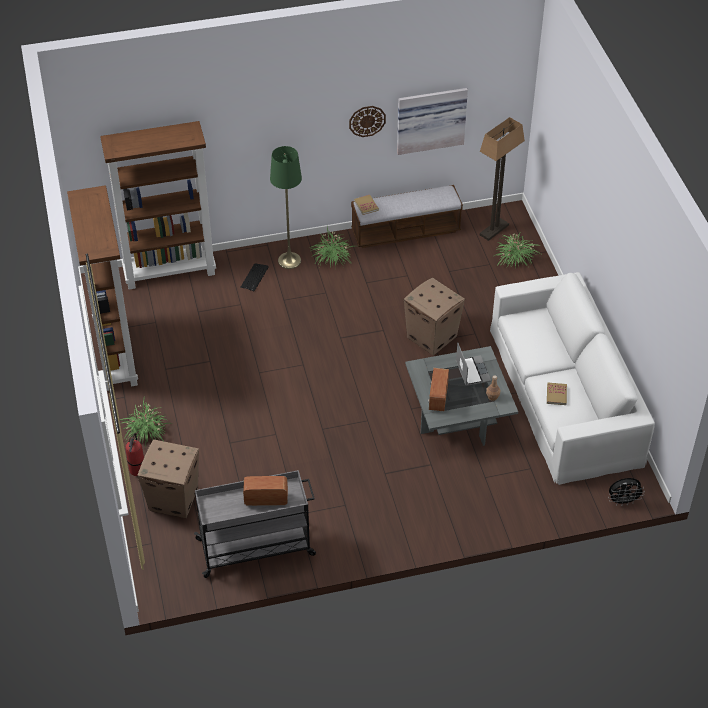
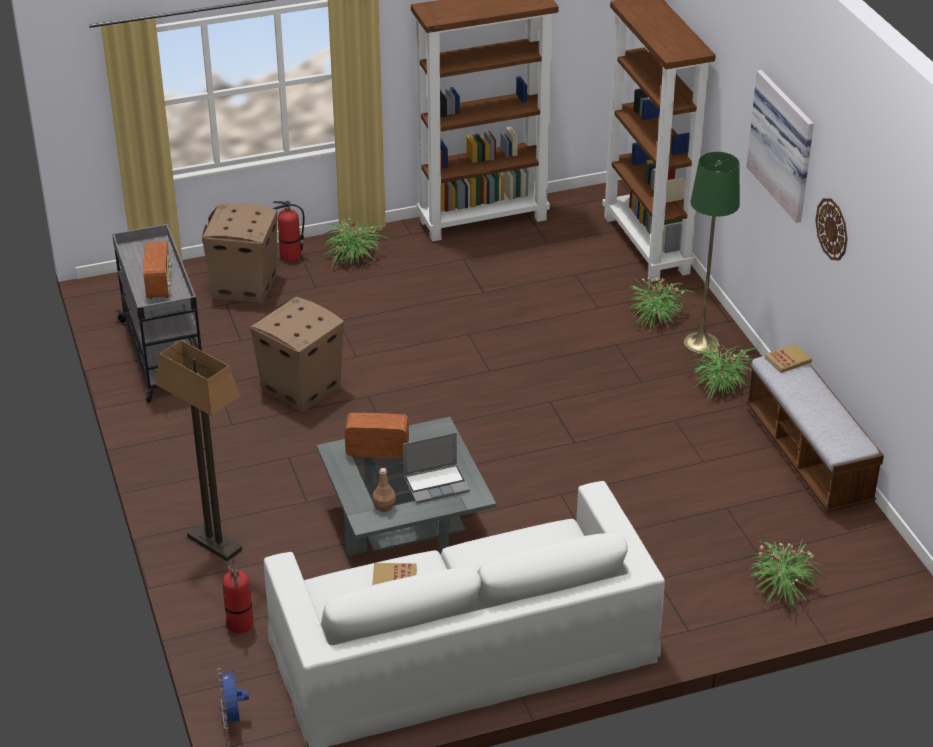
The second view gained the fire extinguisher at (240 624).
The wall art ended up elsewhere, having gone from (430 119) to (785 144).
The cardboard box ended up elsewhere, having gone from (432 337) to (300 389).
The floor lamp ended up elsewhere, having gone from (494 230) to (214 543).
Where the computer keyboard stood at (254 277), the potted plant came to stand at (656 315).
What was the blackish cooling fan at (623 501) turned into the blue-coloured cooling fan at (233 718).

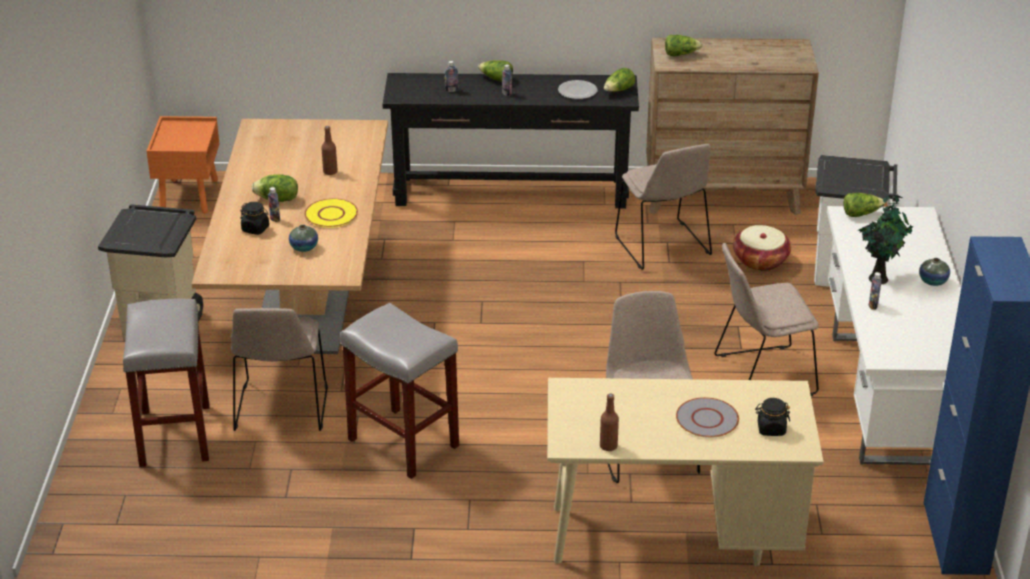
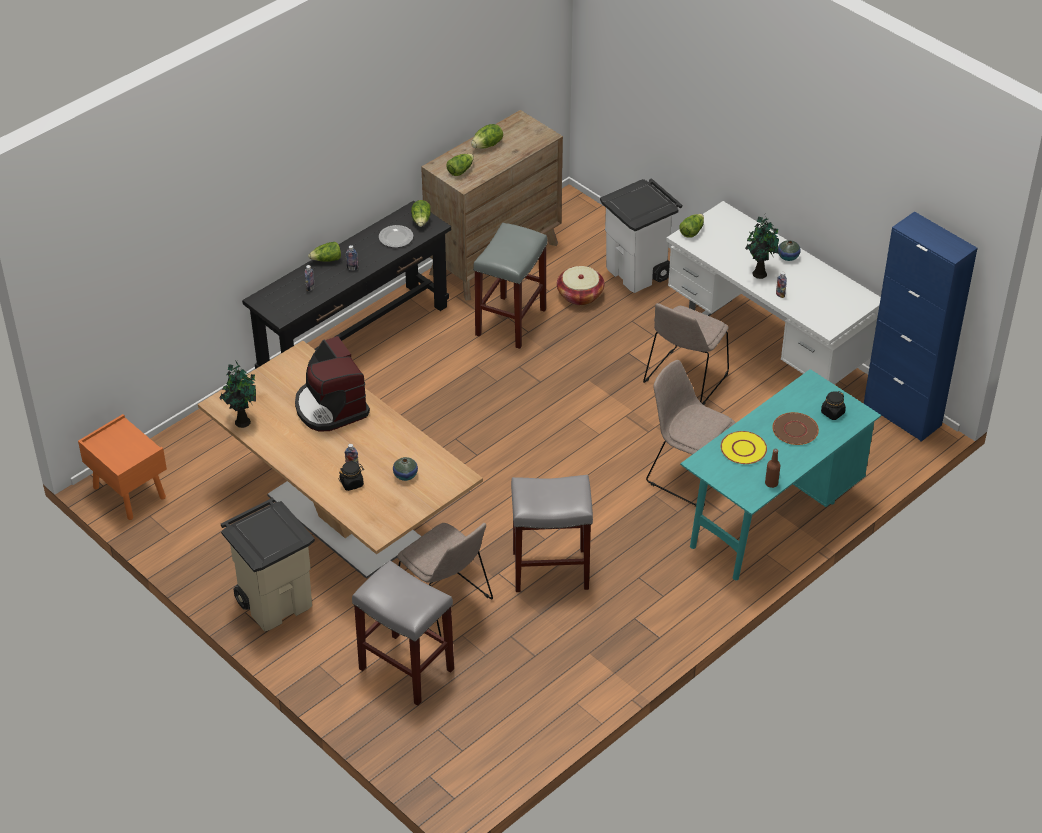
The second view gained the potted plant at (242 421).
The lettuce head ended up elsewhere, having gone from (277 199) to (487 145).
The yellowish flat dish ended up elsewhere, having gone from (331 214) to (743 448).
Where the brown-coloured bottle stood at (330 172), the coffee machine came to stand at (330 407).
Where the beige-coloured plain chair stood at (663 247), the greyish stool seat came to stand at (511 323).
What was the beige-coloured desk table at (673 536) turned into the turquoise-coloured desk table at (772 518).
What was the greyish flat dish at (707 419) turned into the brown-coloured flat dish at (795 430).

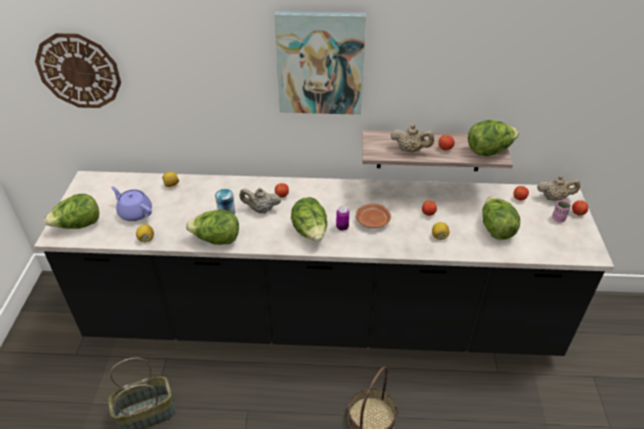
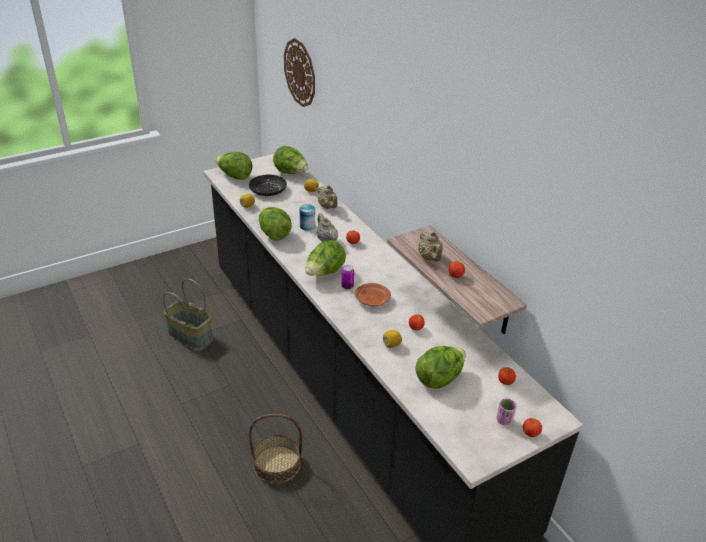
The second view lost the wall art at (320 63).
The lettuce head ended up elsewhere, having gone from (489 151) to (291 173).
The beige-coloured teapot ended up elsewhere, having gone from (554 198) to (328 207).
Where the purple-coloured teapot stood at (135 212), the blackish flat dish came to stand at (268 190).

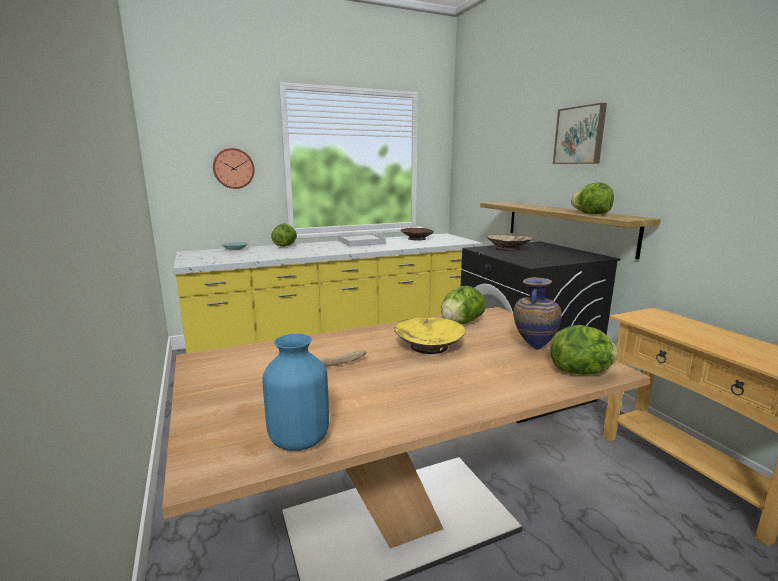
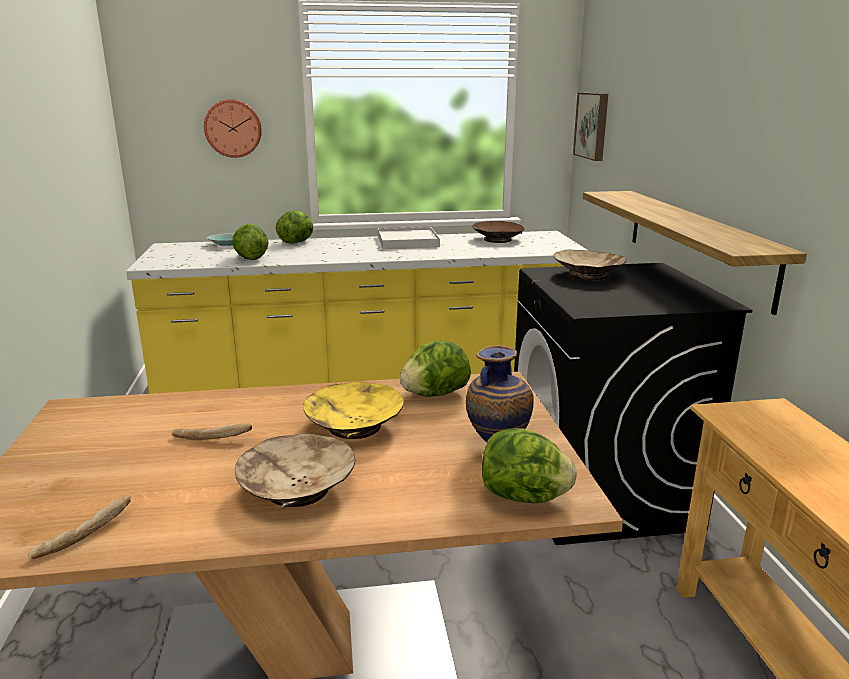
The second view gained the beige-coloured deep dish at (297 489).
The wall art ended up elsewhere, having gone from (580 135) to (593 125).
The lettuce head ended up elsewhere, having gone from (591 214) to (250 259).
Where the blue-coloured flower vase stood at (300 439), the bakery bread came to stand at (84 534).

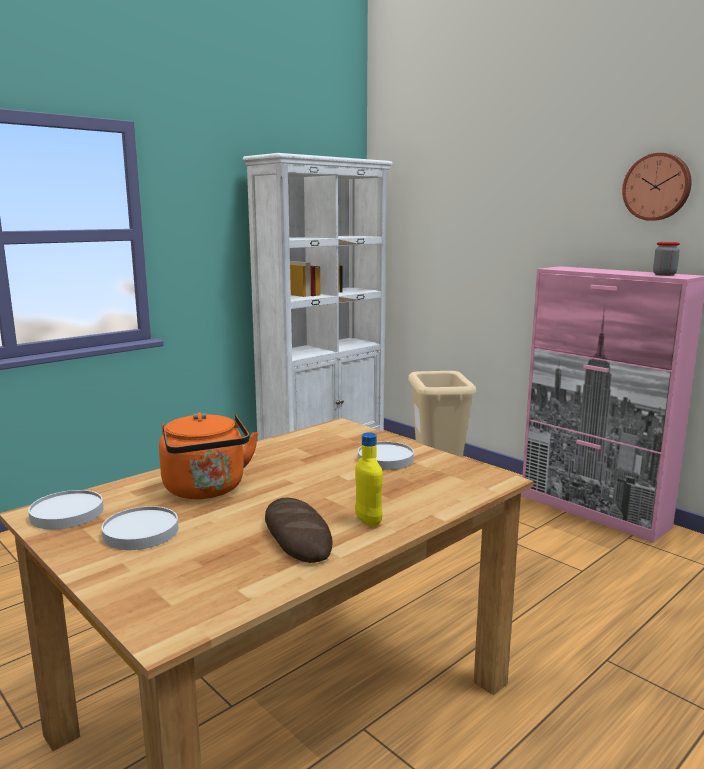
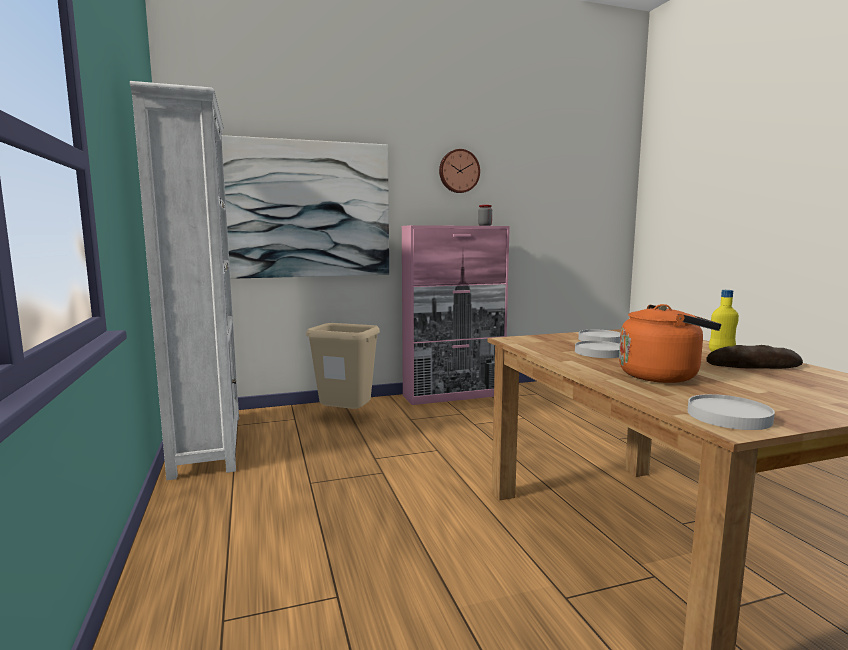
The second view gained the wall art at (301 209).
The white flat dish ended up elsewhere, having gone from (140 532) to (599 352).

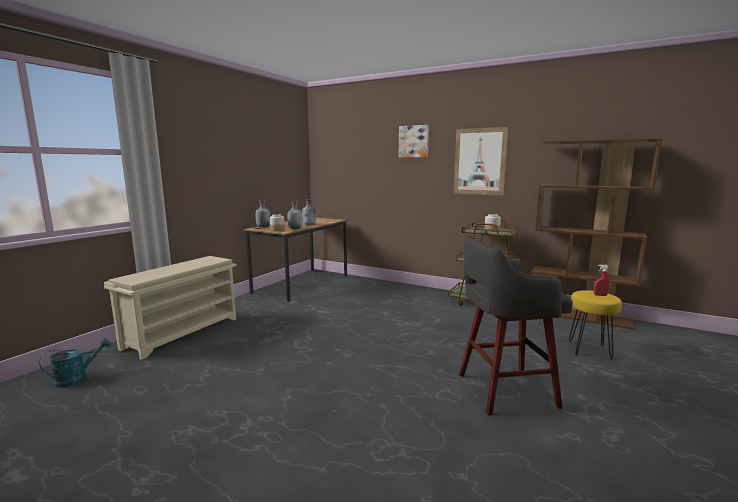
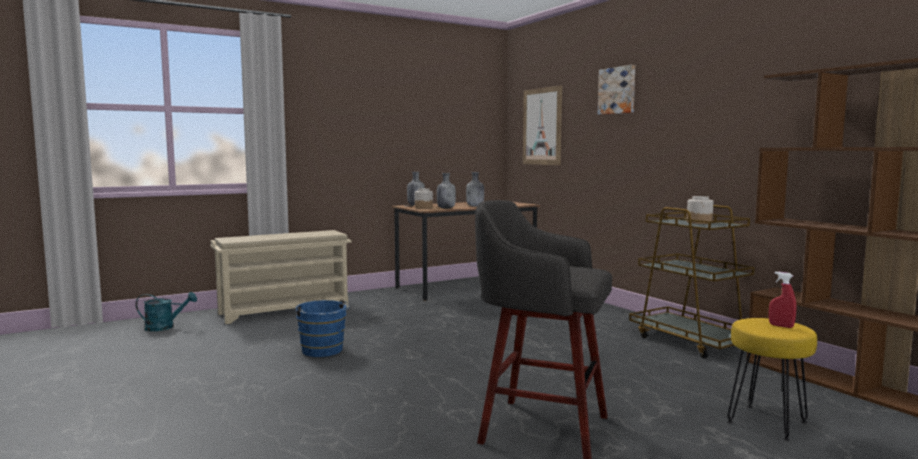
The second view gained the blue-coloured water bucket at (323 351).
The wall art ended up elsewhere, having gone from (479 161) to (542 126).

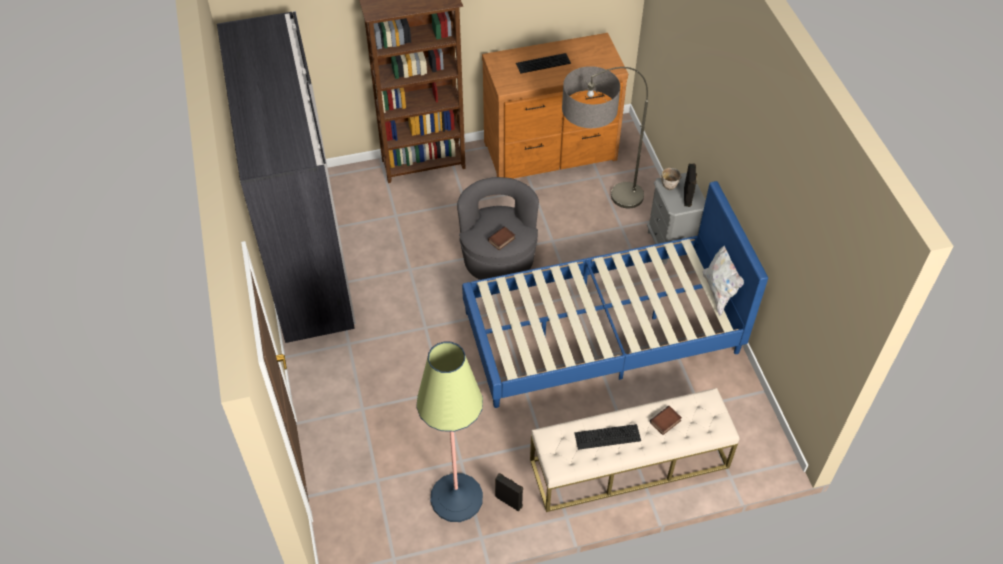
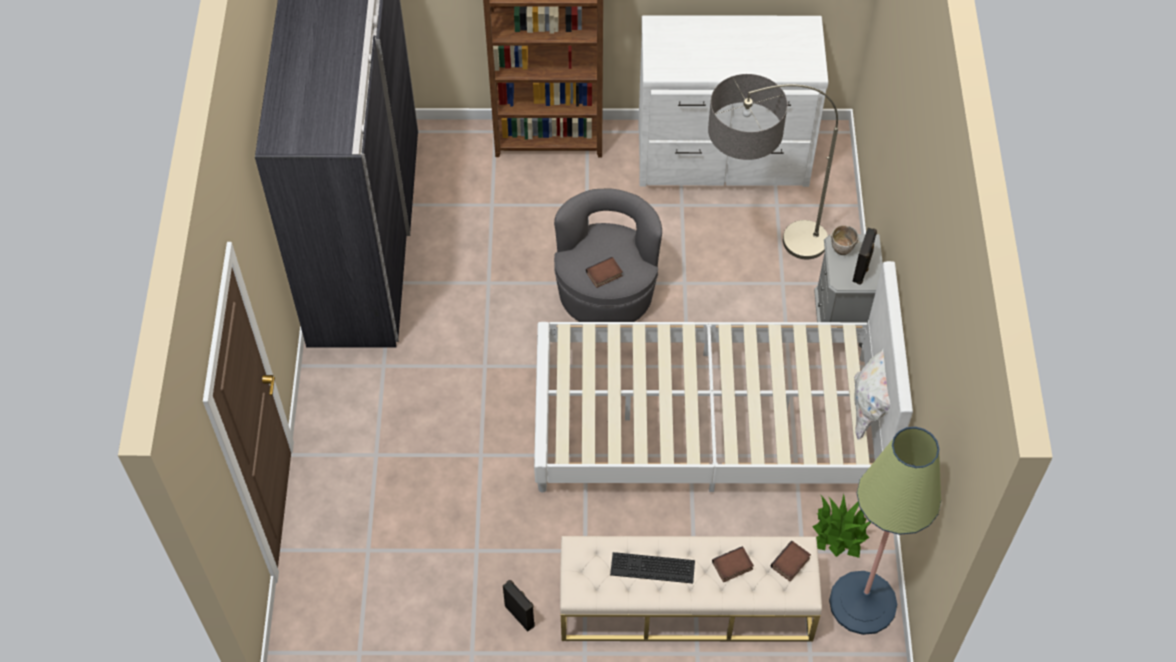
The second view lost the computer keyboard at (543 62).
The second view gained the bound book at (791 563).
The second view gained the potted plant at (839 532).
The floor lamp ended up elsewhere, having gone from (456 498) to (862 603).
What was the blue-coloured sleeping bed at (601 332) turned into the white sleeping bed at (708 423).
What was the brown-coloured chest of drawers at (551 152) turned into the white chest of drawers at (723 157).

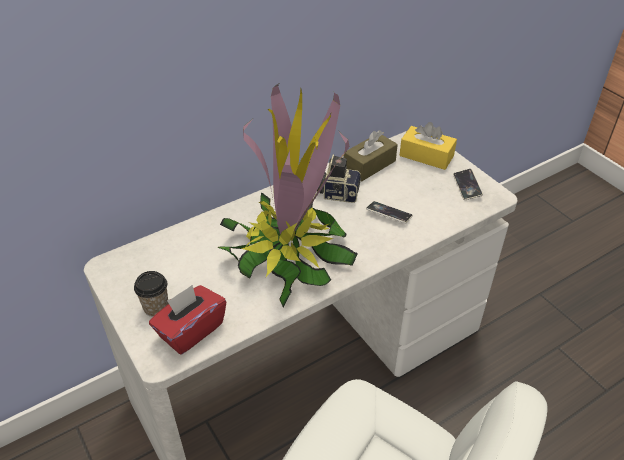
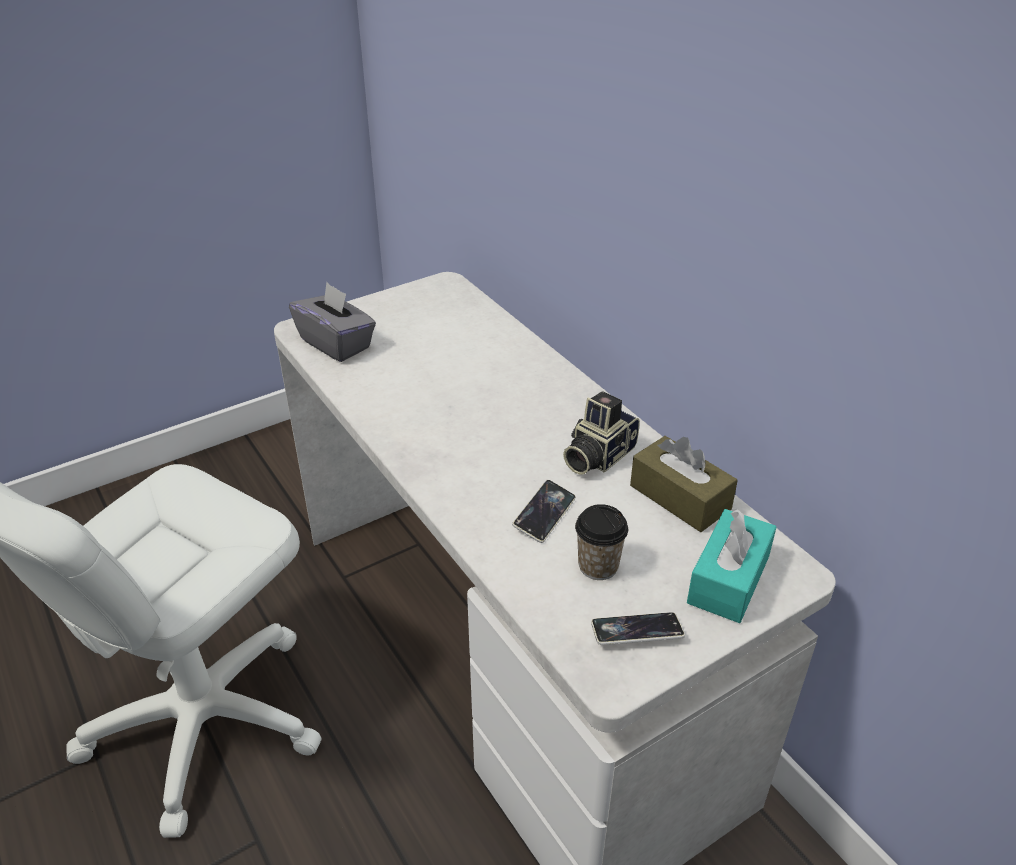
The second view lost the potted plant at (288 252).
The small cup ended up elsewhere, having gone from (156 308) to (598 566).
What was the red-coloured box of tissues at (191 330) turned into the greyish box of tissues at (336 343).
What was the yellowish box of tissues at (426 156) turned into the turquoise-coloured box of tissues at (728 579).
The still camera at (335 192) ended up facing another way, 150 degrees counterclockwise from before.

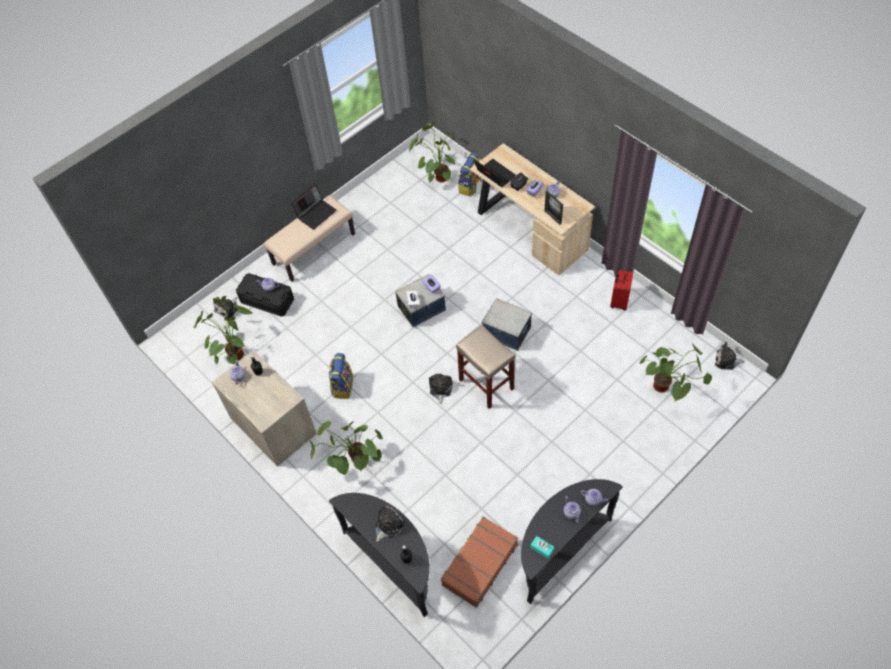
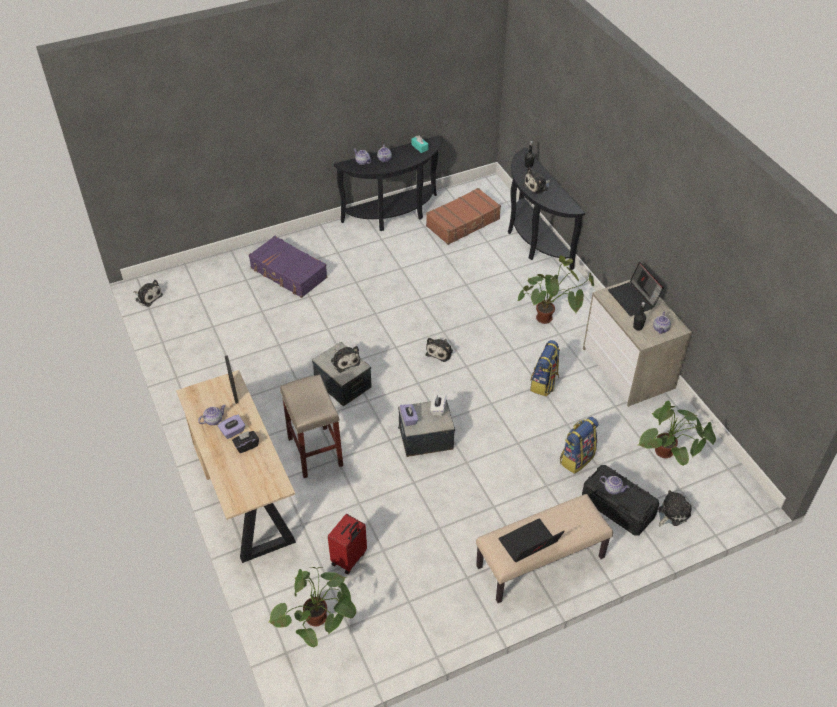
The second view lost the potted plant at (669 387).
The second view gained the purple-coloured travel case at (288 273).
The second view gained the soft toy at (344 361).
The beige-coloured stool seat ended up elsewhere, having gone from (485 384) to (316 452).
The knapsack ended up elsewhere, having gone from (470 187) to (576 458).
The portable computer ended up elsewhere, having gone from (494 175) to (633 299).
The red-coloured travel case ended up elsewhere, having gone from (618 301) to (349 559).

